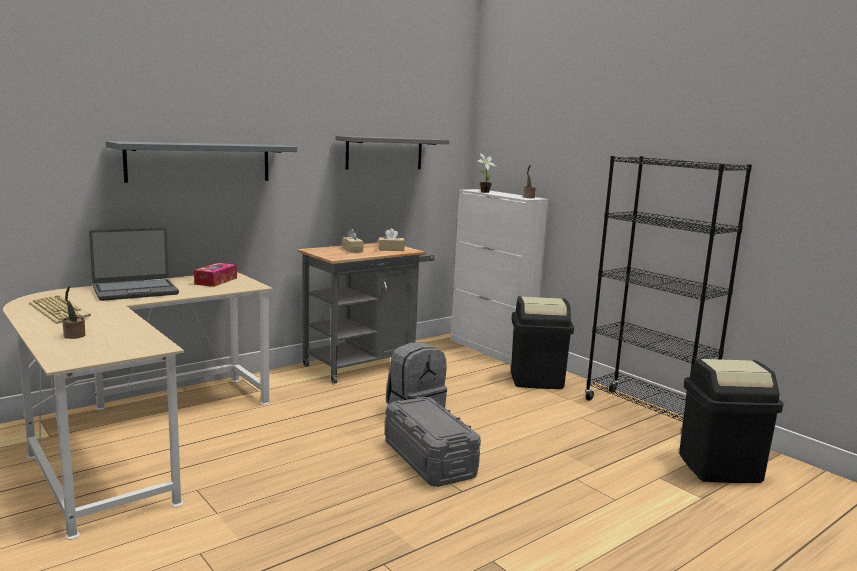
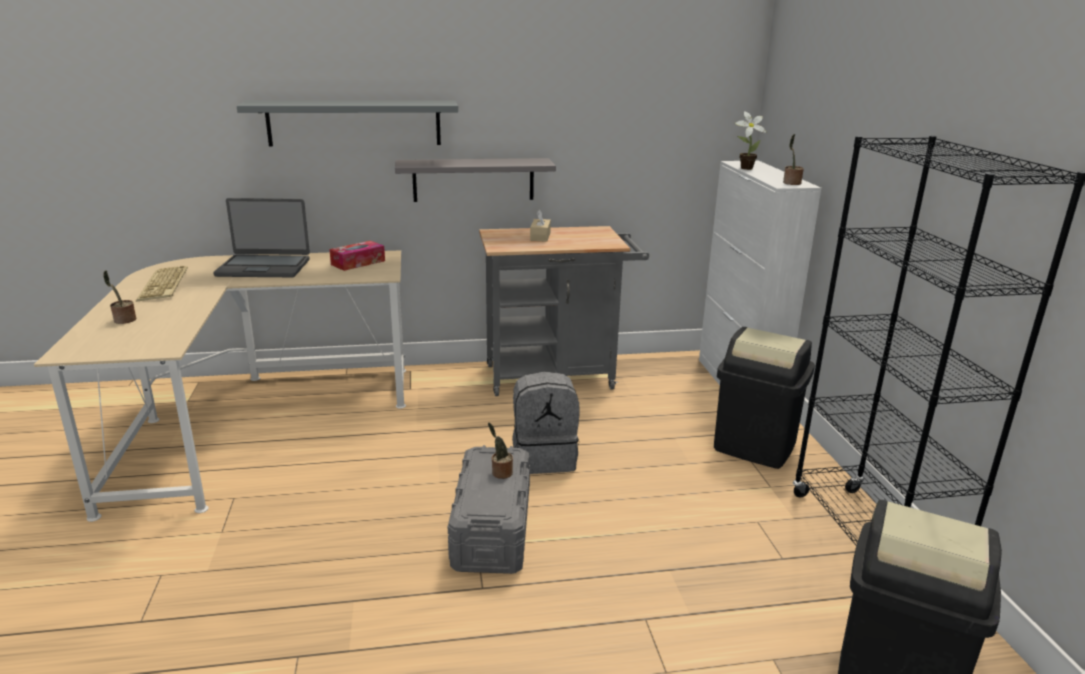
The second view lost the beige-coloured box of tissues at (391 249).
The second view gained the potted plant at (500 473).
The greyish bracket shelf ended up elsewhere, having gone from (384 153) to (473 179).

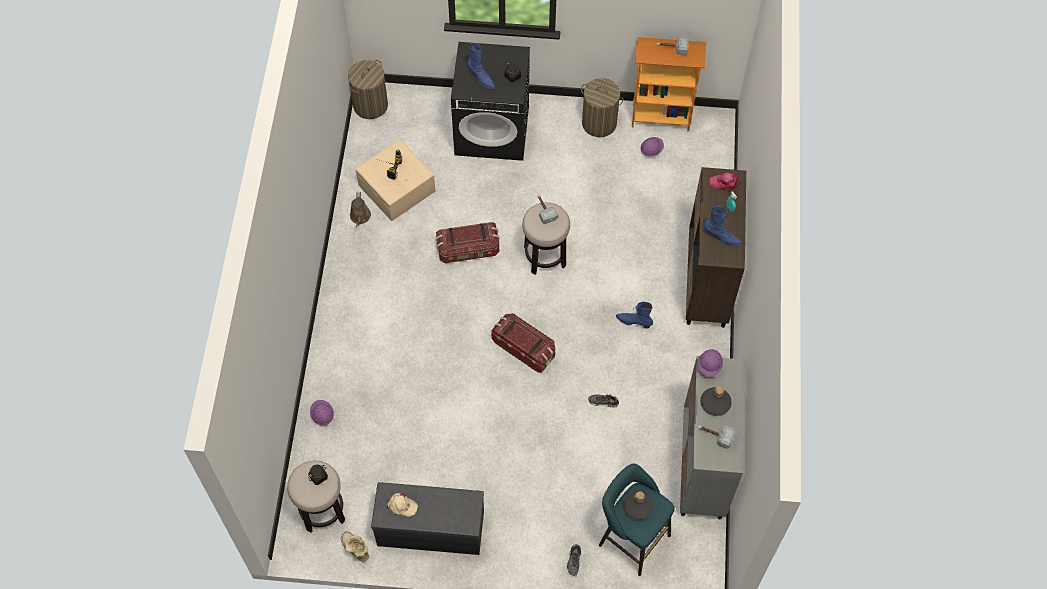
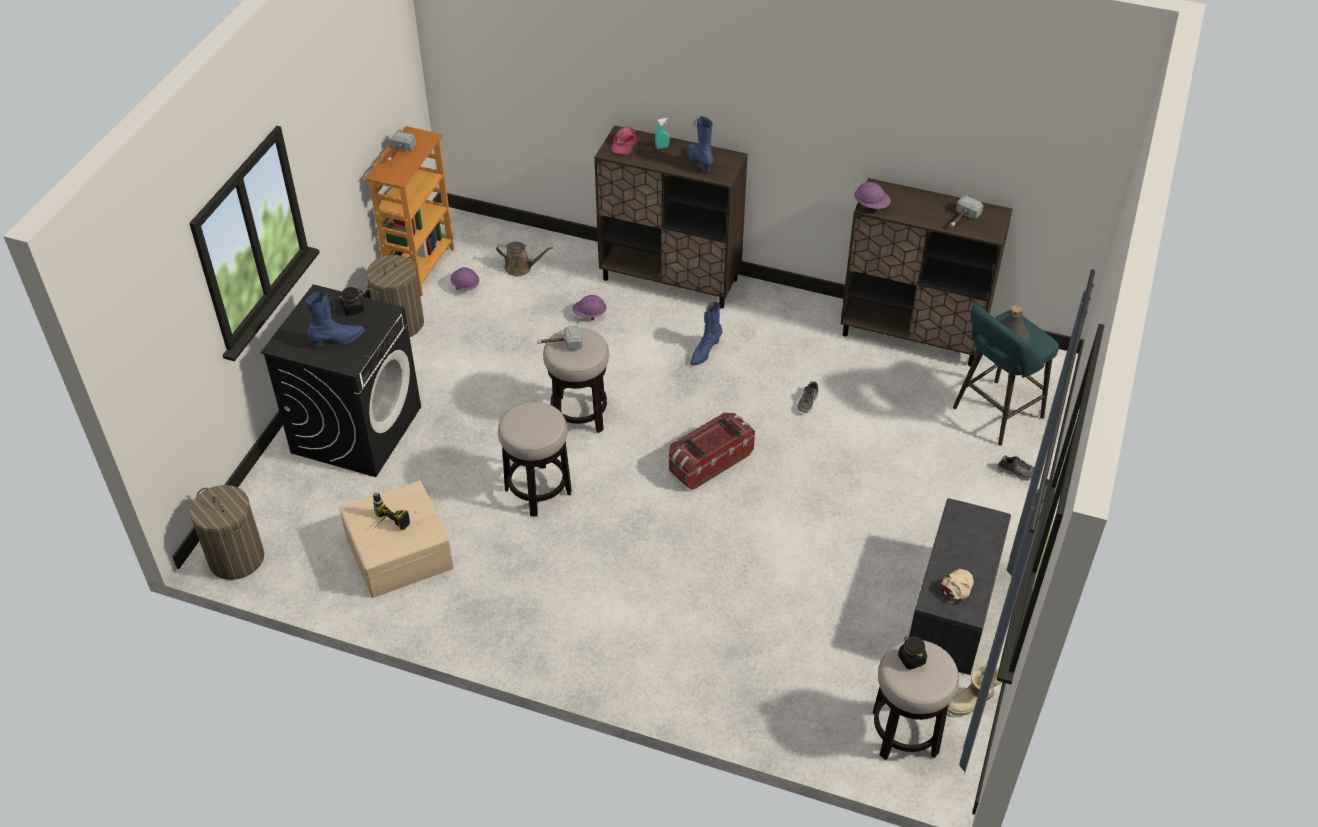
The second view lost the greyish bottle at (715 402).
The purple-coloured hard hat ended up elsewhere, having gone from (322 415) to (589 315).
The brown-coloured watering pot ended up elsewhere, having gone from (360 217) to (521 268).
Where the storage box stood at (468 250), the stool seat came to stand at (538 490).
What was the greyish cupboard at (702 466) turned into the brown-coloured cupboard at (912 335).
The blue-coloured tall boot at (721 237) ended up facing another way, 60 degrees counterclockwise from before.

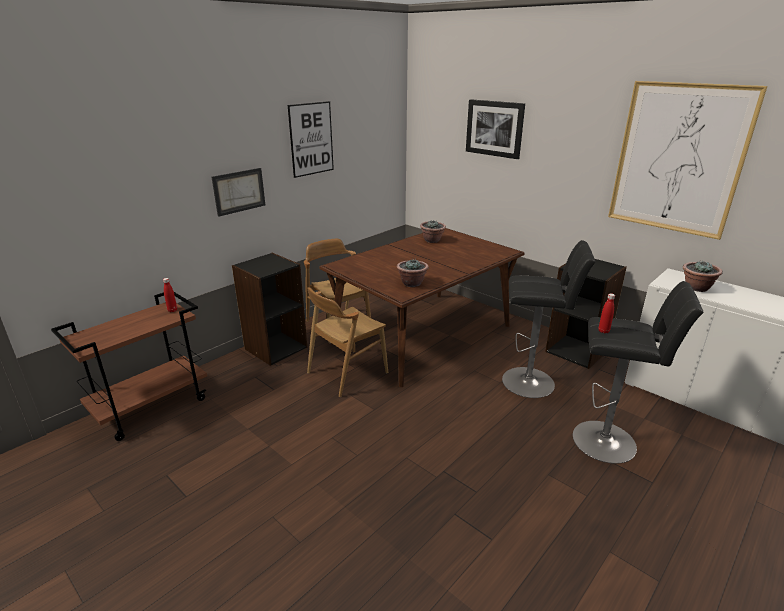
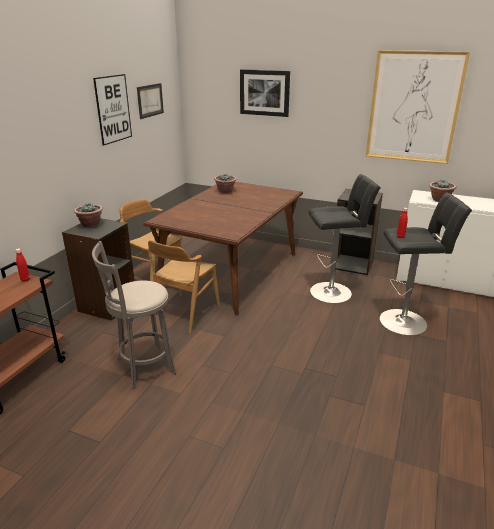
The second view gained the greyish stool seat at (143 367).
The wall art ended up elsewhere, having gone from (239 191) to (150 100).
The potted plant ended up elsewhere, having gone from (412 283) to (90 225).

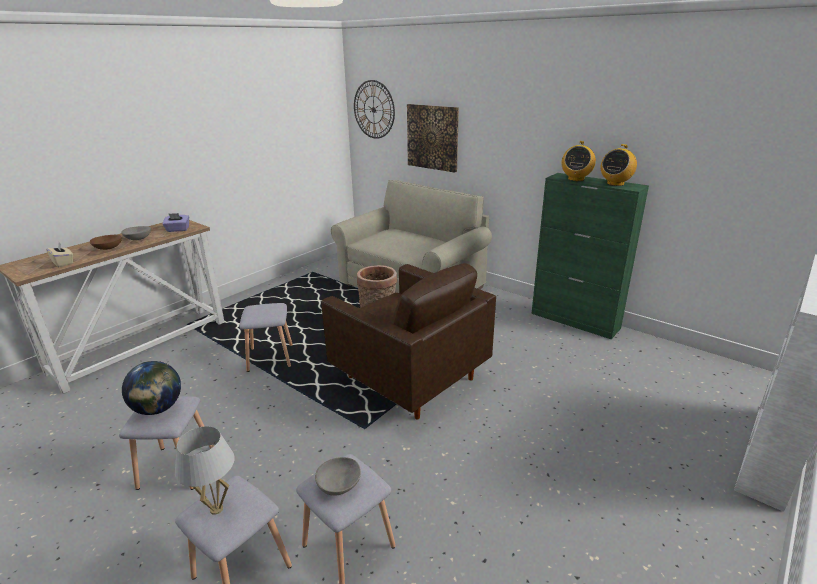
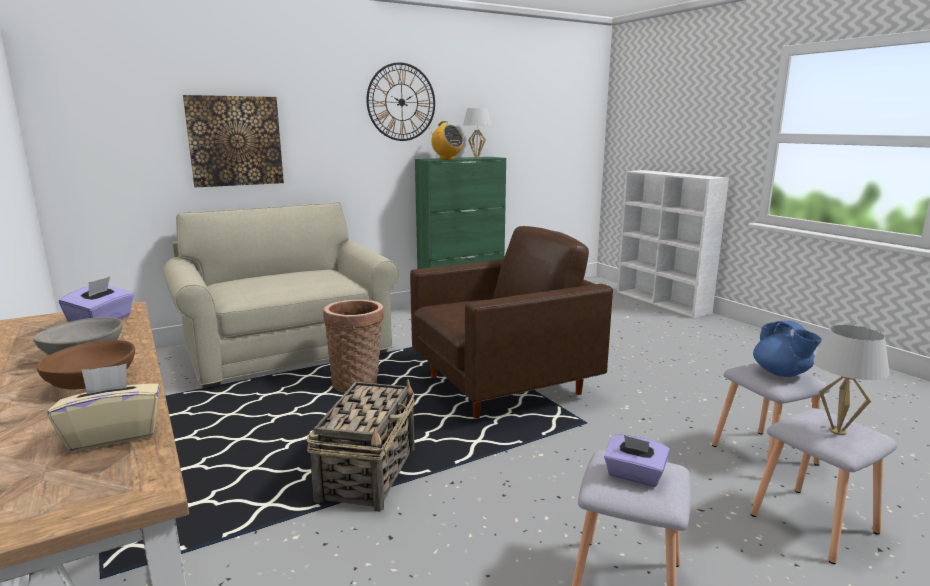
The clock on the wall ended up elsewhere, having gone from (373 109) to (401 102).
Where the world globe stood at (158 409), the purple-coloured box of tissues came to stand at (634 475).
Where the greyish stool seat stood at (271 357), the household basket came to stand at (368 473).
Where the greyish deep dish stood at (338 485), the blue-coloured teapot came to stand at (781 373).
Where the radio set stood at (615 183), the white tabletop lamp came to stand at (477 157).

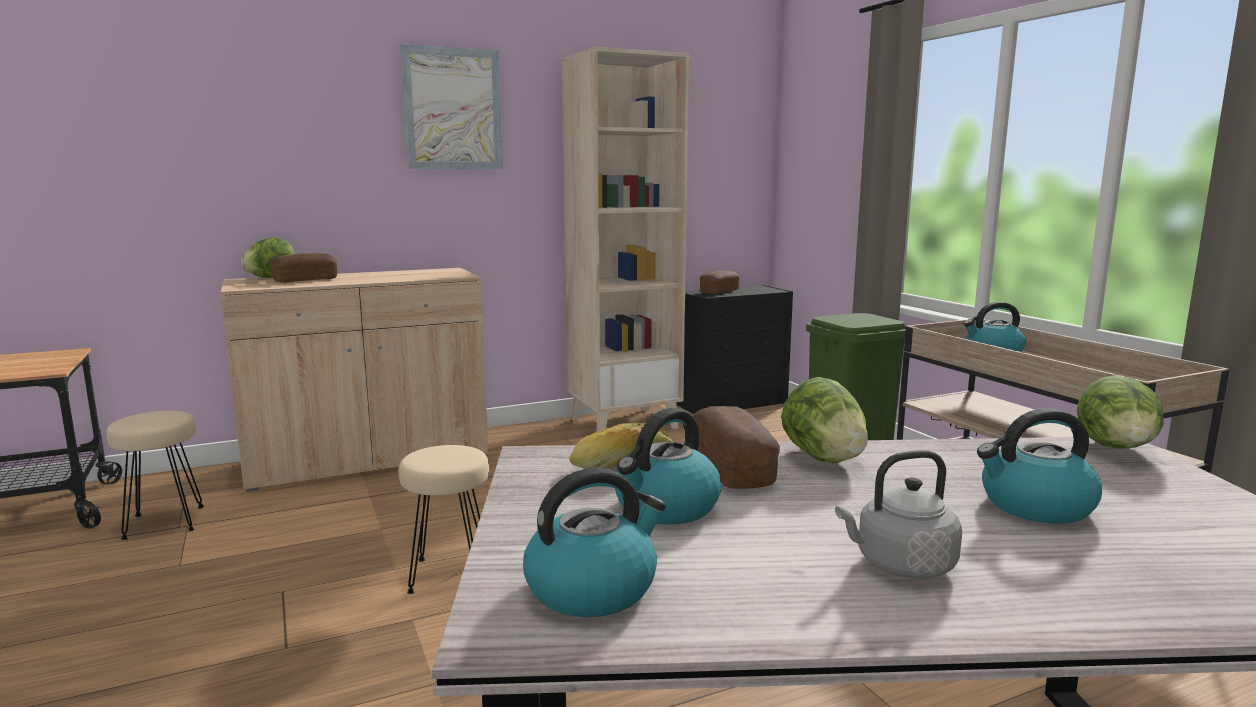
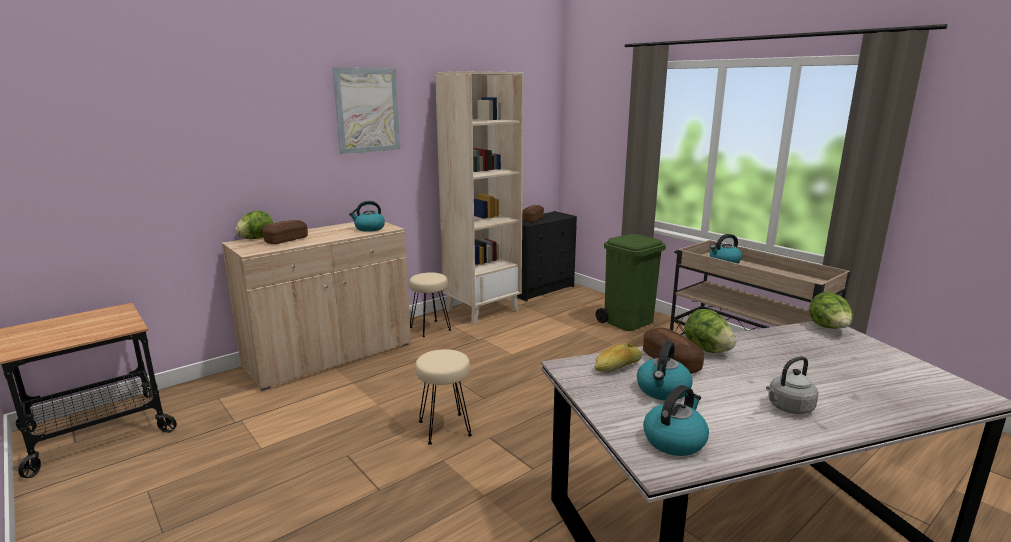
The beige-coloured stool seat ended up elsewhere, having gone from (165 523) to (430 328).
The kettle ended up elsewhere, having gone from (1035 506) to (369 229).

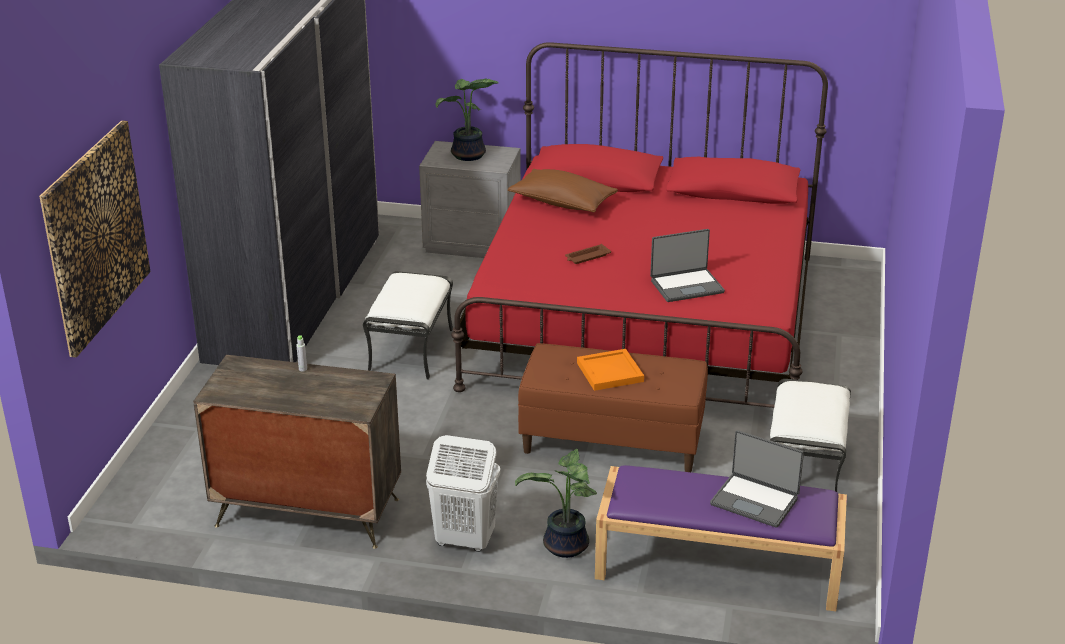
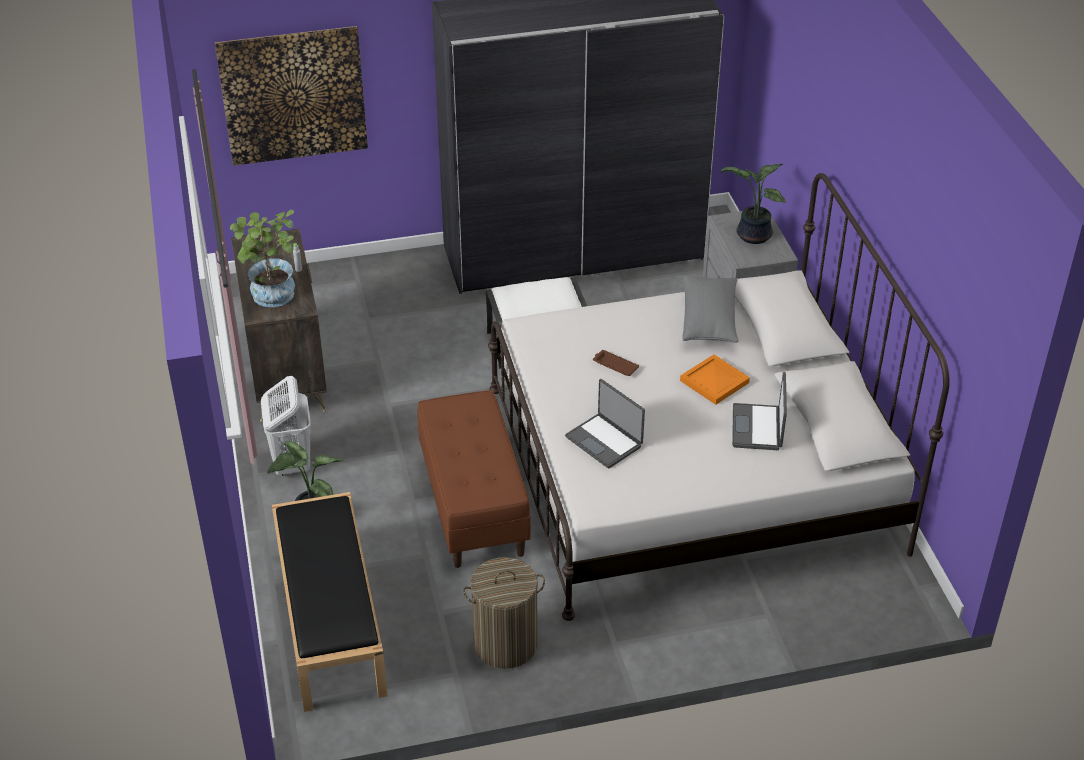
The second view gained the potted plant at (271 298).
The orange serving tray ended up elsewhere, having gone from (610 371) to (715 381).
The portable computer ended up elsewhere, having gone from (755 501) to (758 428).
Where the white pouffe stood at (806 469), the laundry basket came to stand at (505 644).
What was the red-coloured sleeping bed at (645 320) turned into the white sleeping bed at (691 468).
What was the brown-coloured pillow at (562 203) turned into the greyish pillow at (709 320).
What was the purple-coloured long seat at (716 566) turned into the blackish long seat at (329 619).

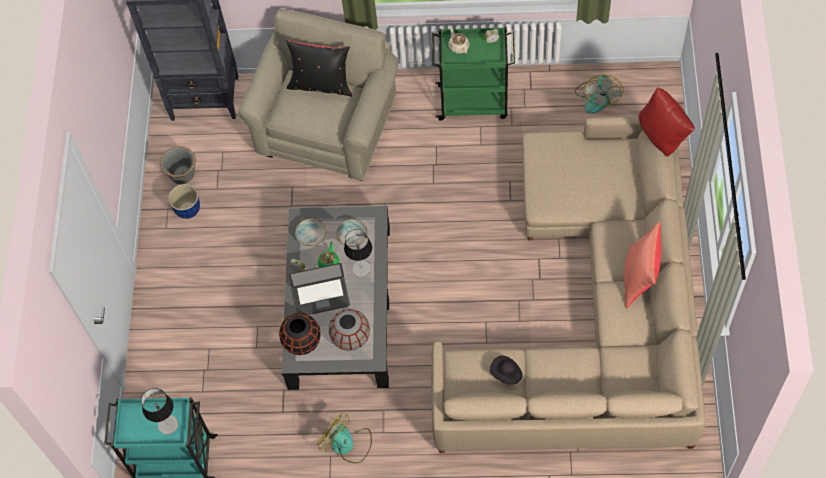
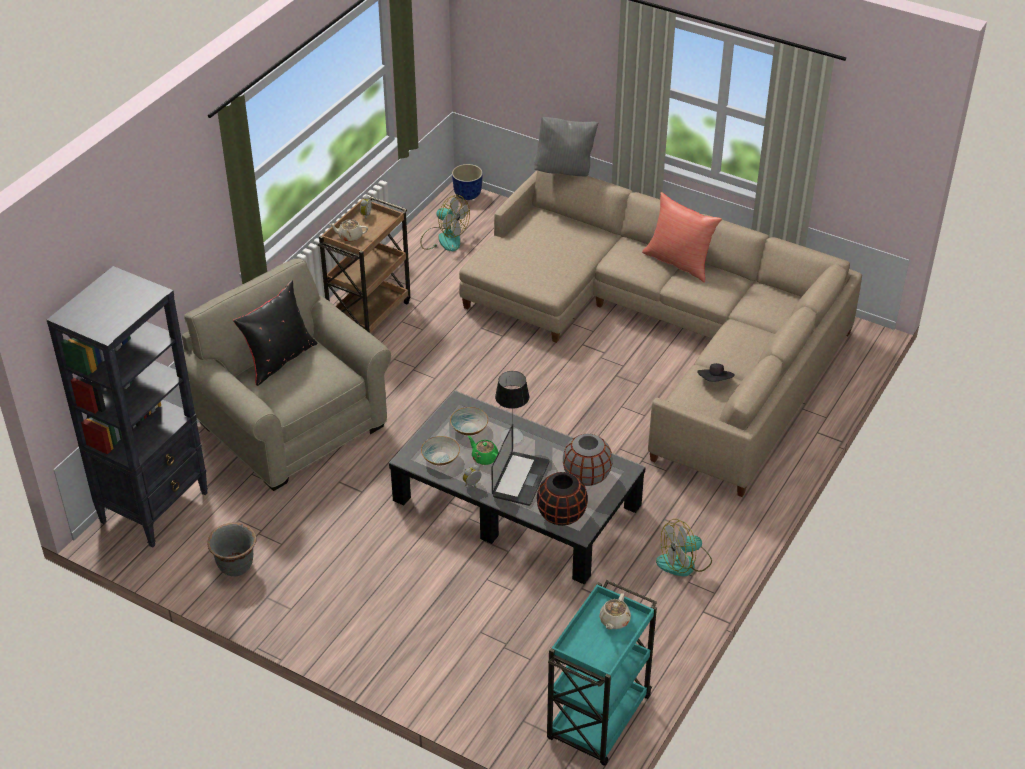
The flower pot ended up elsewhere, having gone from (188 209) to (467 195).
Where the tabletop lamp stood at (168 425), the beige-coloured teapot came to stand at (614 621).
What was the greenish cart at (474 101) turned into the brown-coloured cart at (369 313).
What was the red-coloured pillow at (662 137) turned into the greyish pillow at (564 171).

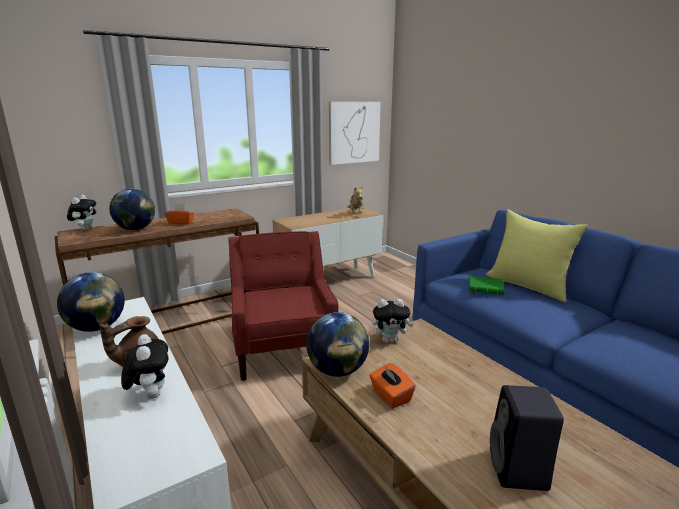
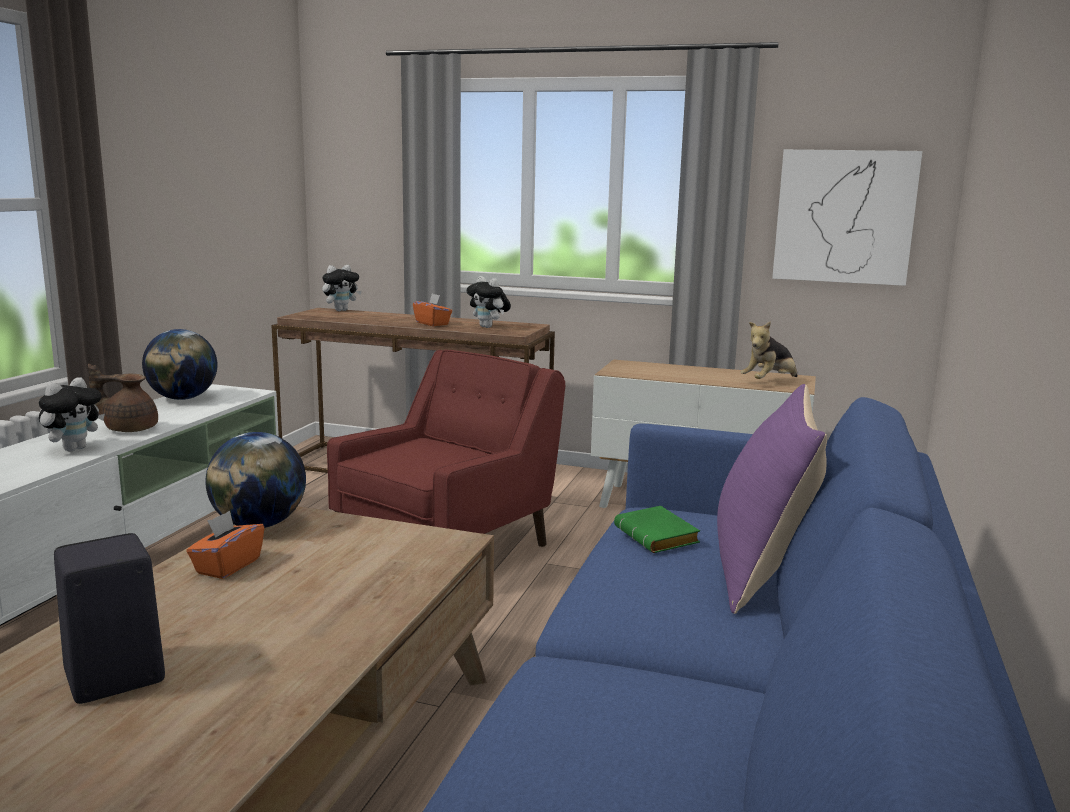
The second view lost the world globe at (135 229).
The soft toy ended up elsewhere, having gone from (390 340) to (488 327).
What was the yellowish pillow at (529 285) turned into the purple-coloured pillow at (762 570).

